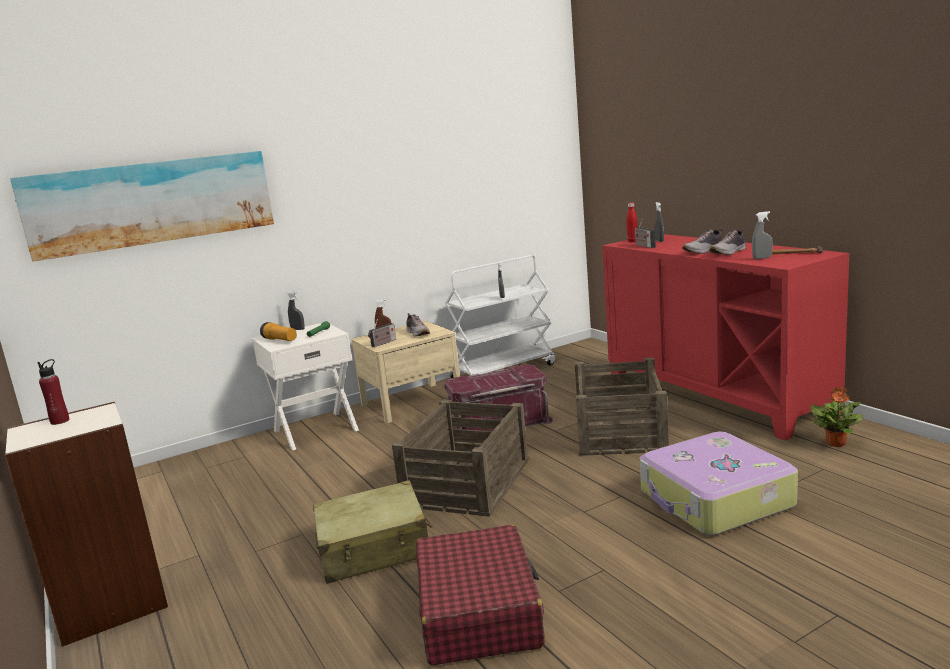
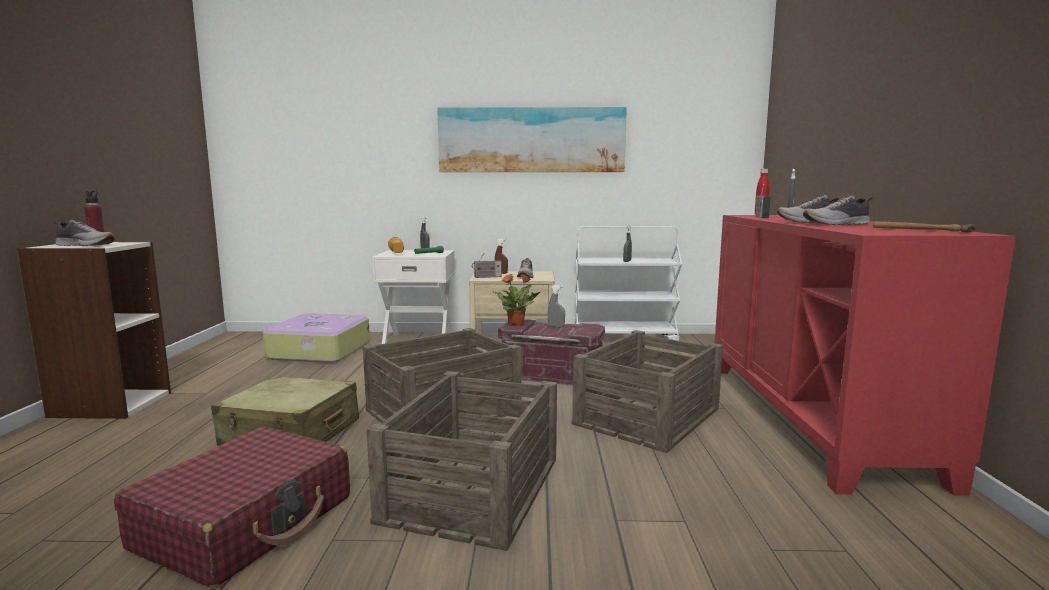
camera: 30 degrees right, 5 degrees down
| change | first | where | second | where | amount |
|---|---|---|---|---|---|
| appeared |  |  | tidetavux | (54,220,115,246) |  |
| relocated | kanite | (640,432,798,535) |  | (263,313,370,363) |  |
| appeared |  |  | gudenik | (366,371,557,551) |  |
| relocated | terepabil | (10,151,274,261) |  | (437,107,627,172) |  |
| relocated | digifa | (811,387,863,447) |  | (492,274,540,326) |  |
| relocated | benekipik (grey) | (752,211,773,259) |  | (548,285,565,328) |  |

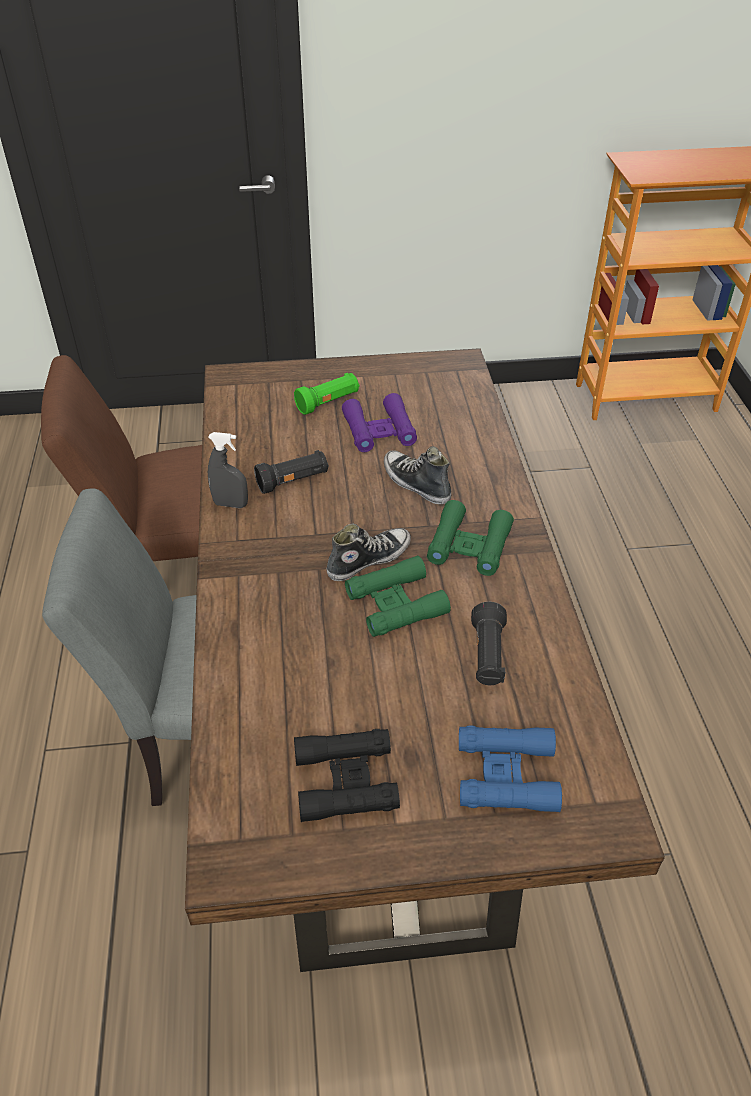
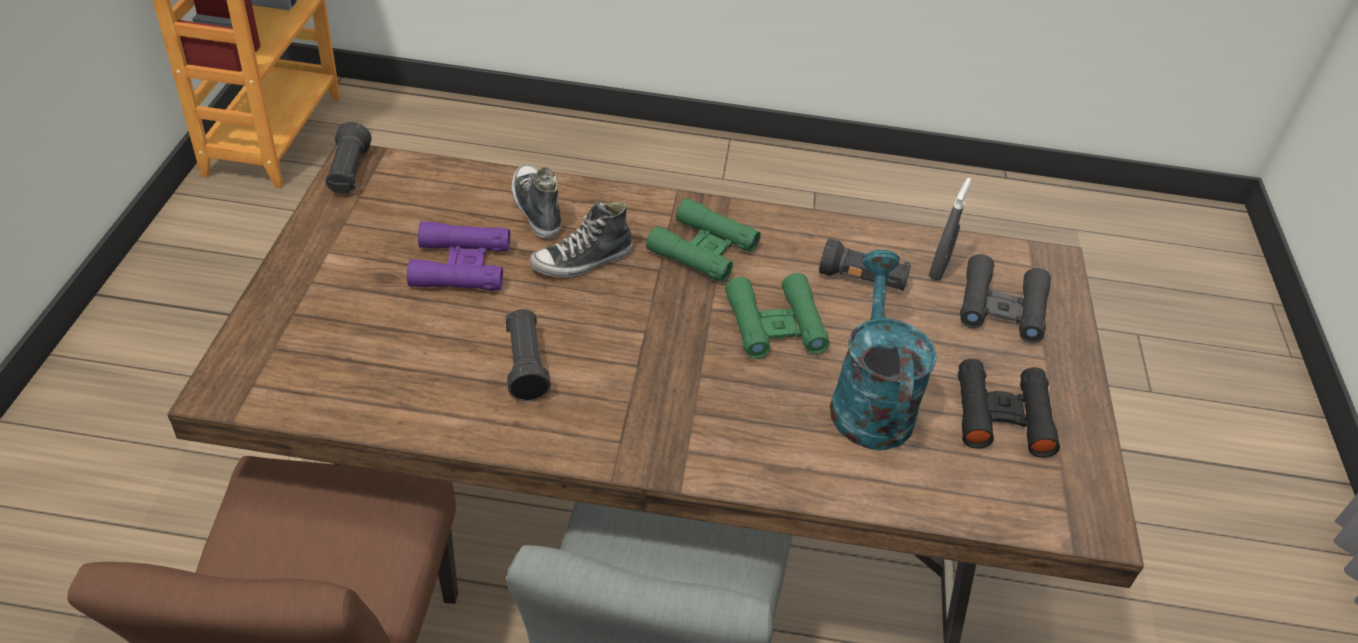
camera: 80 degrees left, 0 degrees up
| change | first | where | second | where | amount |
|---|---|---|---|---|---|
| appeared |  |  | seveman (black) | (326,122,371,194) |  |
| relocated | tidetavux | (326,523,411,581) |  | (512,164,561,239) |  |
| appeared |  |  | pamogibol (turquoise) | (830,250,937,450) |  |
| relocated | benekipik (grey) | (208,432,248,508) |  | (929,178,971,281) |  |
| colour | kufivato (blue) | (459,726,562,812) | kufivato (black) | (960,254,1051,343) |  |
| missing | seveman (green) | (294,373,359,415) |  |  |  |

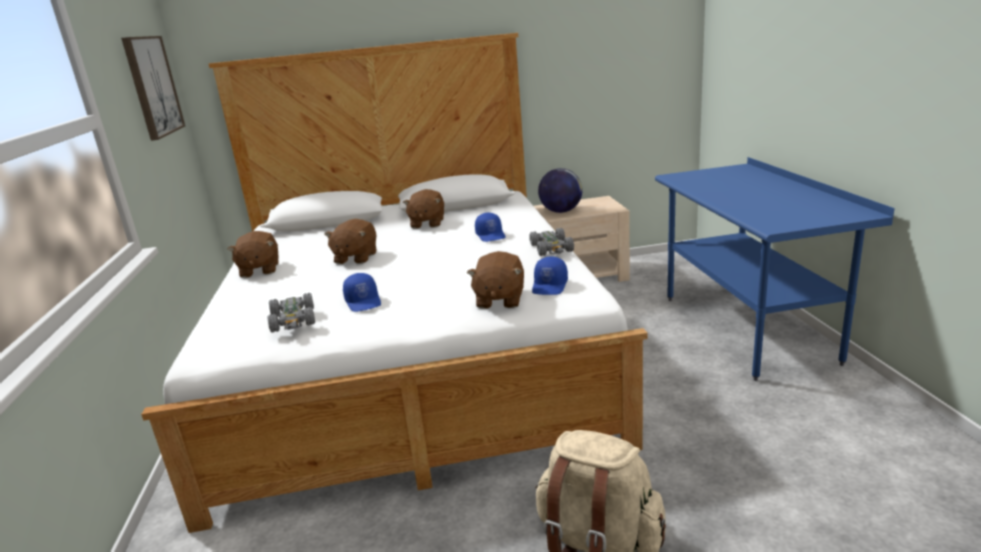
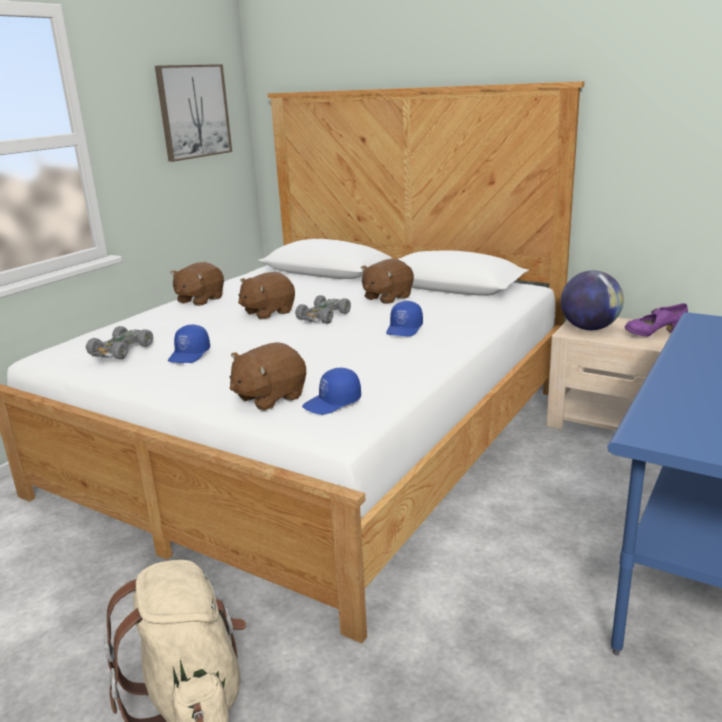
camera: 40 degrees right, 0 degrees up
| change | first | where | second | where | amount |
|---|---|---|---|---|---|
| relocated | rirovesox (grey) | (529,228,574,256) |  | (295,295,351,324) |  |
| appeared |  |  | tidetavux (purple) | (625,303,688,337) |  |

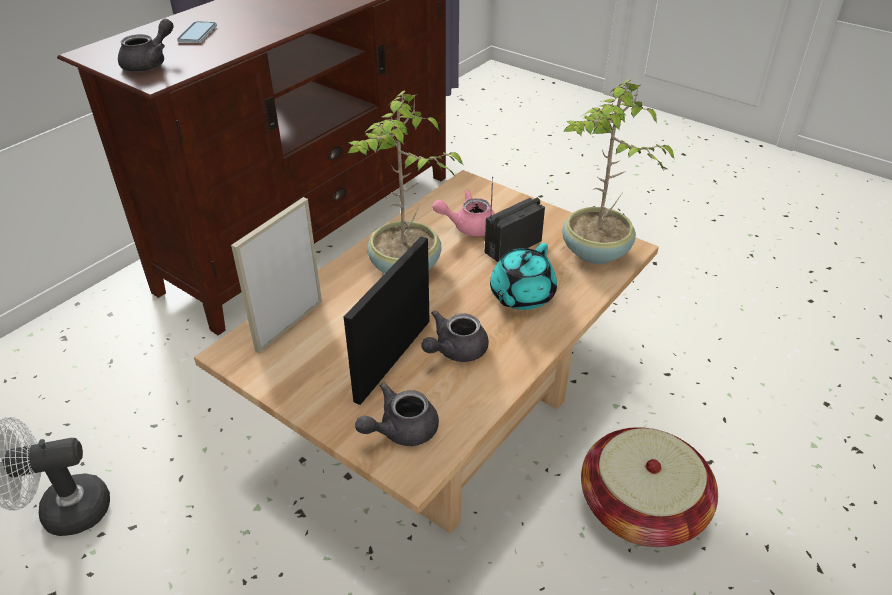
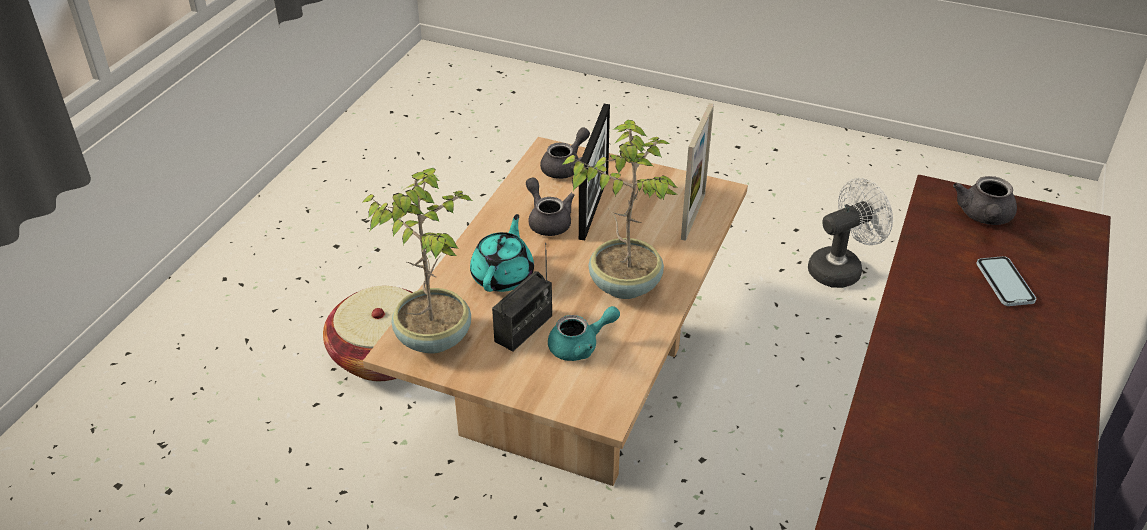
camera: 165 degrees right, 0 degrees up
| change | first | where | second | where | amount |
|---|---|---|---|---|---|
| spun | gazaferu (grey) | (421,310,489,362) |  | (526,178,574,236) | 60 degrees counterclockwise |
| colour | gazaferu (pink) | (432,190,495,236) | gazaferu (turquoise) | (548,306,620,361) |  |

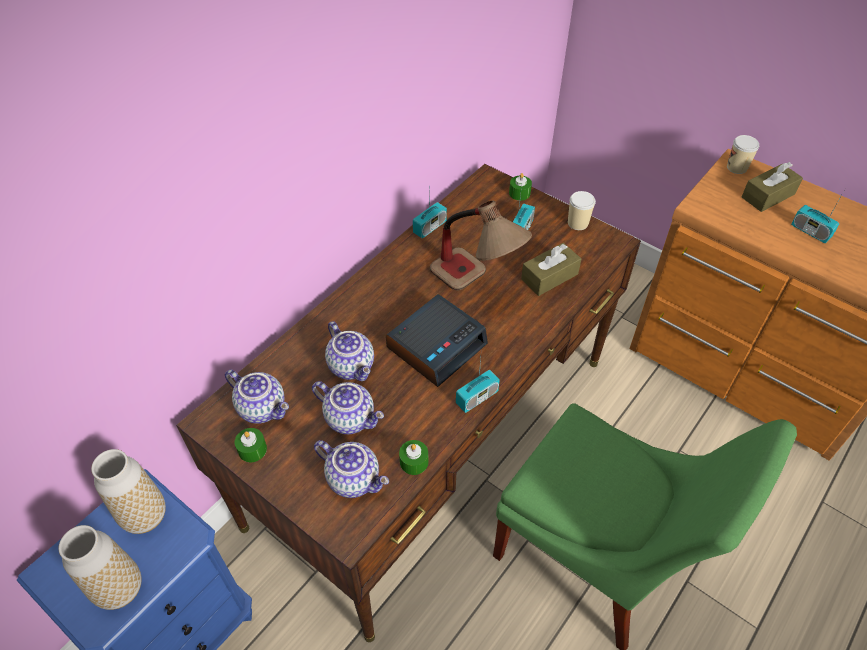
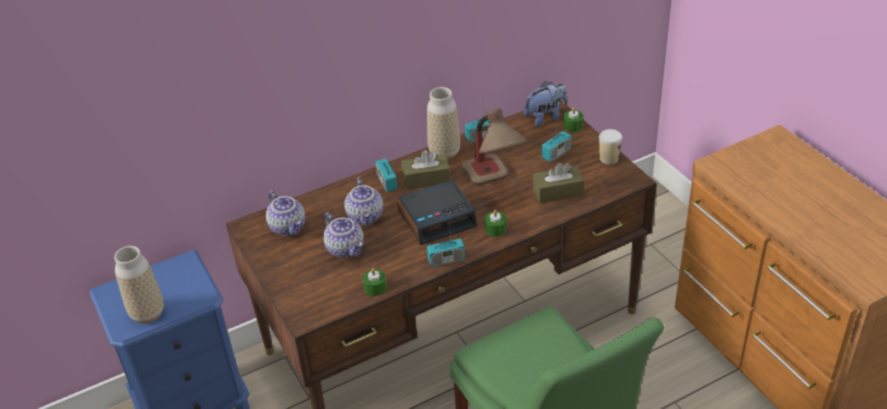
camera: 25 degrees right, 10 degrees down
| change | first | where | second | where | amount |
|---|---|---|---|---|---|
| relocated | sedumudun | (791,191,844,243) |  | (375,149,397,192) |  |
| relocated | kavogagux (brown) | (742,162,803,212) |  | (402,150,450,190) |  |
| relocated | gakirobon | (91,449,166,534) |  | (427,87,460,160) |  |
| relocated | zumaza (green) | (235,428,267,462) |  | (485,210,506,237) |  |
| appeared |  |  | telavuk | (524,81,568,127) |  |
| missing | gazaferu | (314,440,389,498) |  |  |  |
| missing | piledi | (727,135,759,174) |  |  |  |

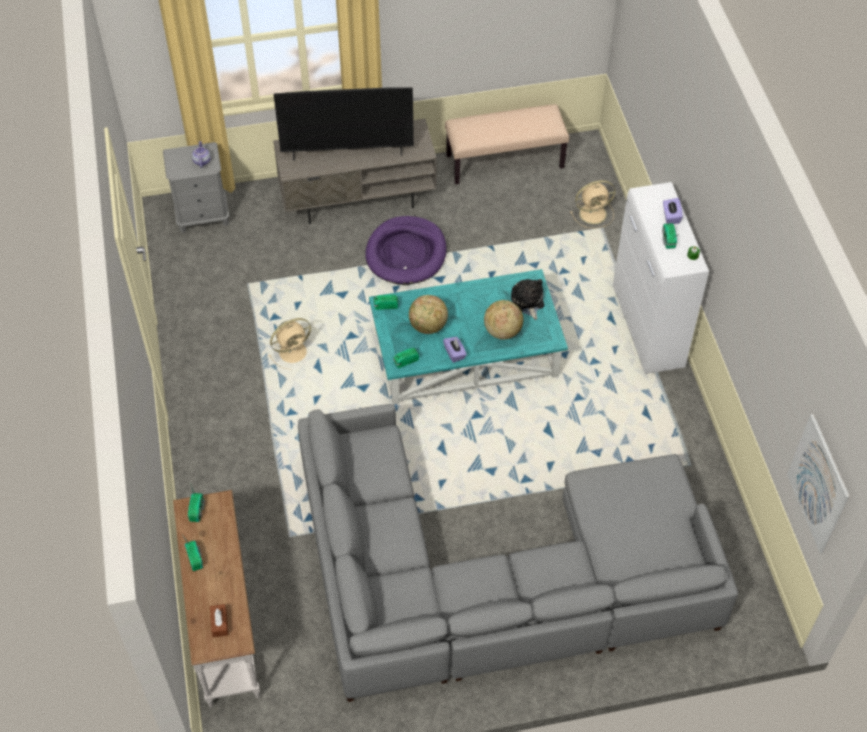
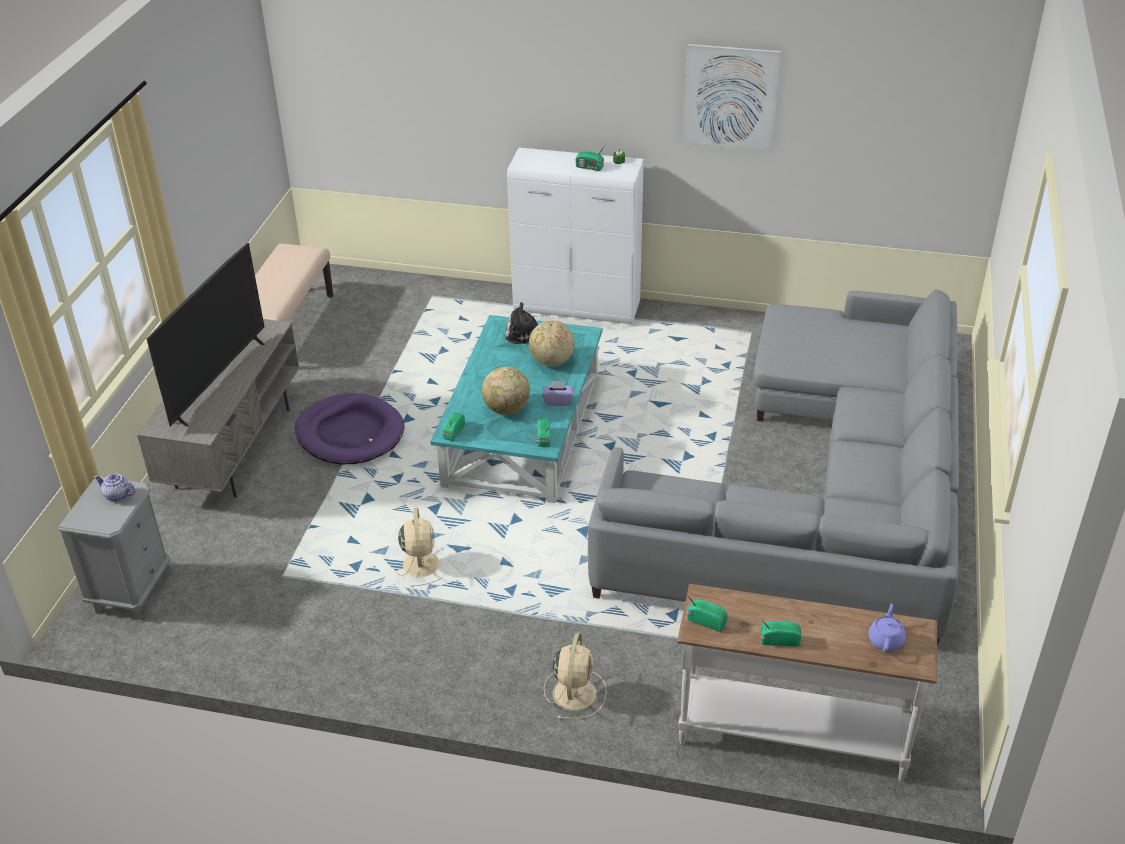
camera: 65 degrees left, 15 degrees down
| change | first | where | second | where | amount |
|---|---|---|---|---|---|
| relocated | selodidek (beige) | (570,180,616,229) |  | (544,633,607,719) |  |
| relocated | terepabil | (787,414,850,554) |  | (683,44,781,151) |  |
| exchanged | kavogagux (brown) | (210,604,228,637) | gazaferu (purple) | (868,603,906,652) |  |
| missing | kavogagux (purple) | (663,198,683,224) |  |  |  |

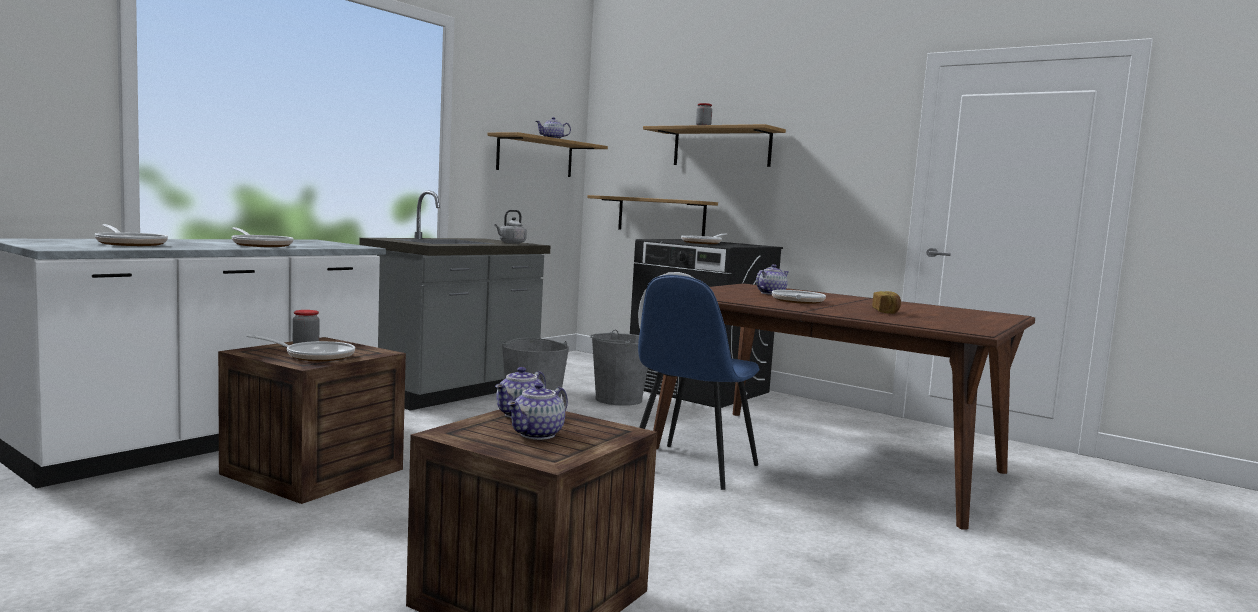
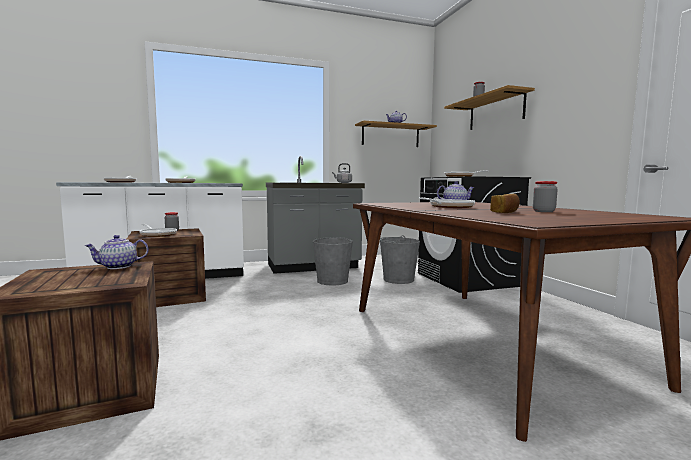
camera: 35 degrees right, 0 degrees up
| change | first | where | second | where | amount |
|---|---|---|---|---|---|
| appeared |  |  | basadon | (533,181,558,212) |  |
| missing | gazaferu | (507,383,568,440) |  |  |  |
| missing | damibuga | (587,195,718,236) |  |  |  |
| missing | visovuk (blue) | (638,275,759,490) |  |  |  |

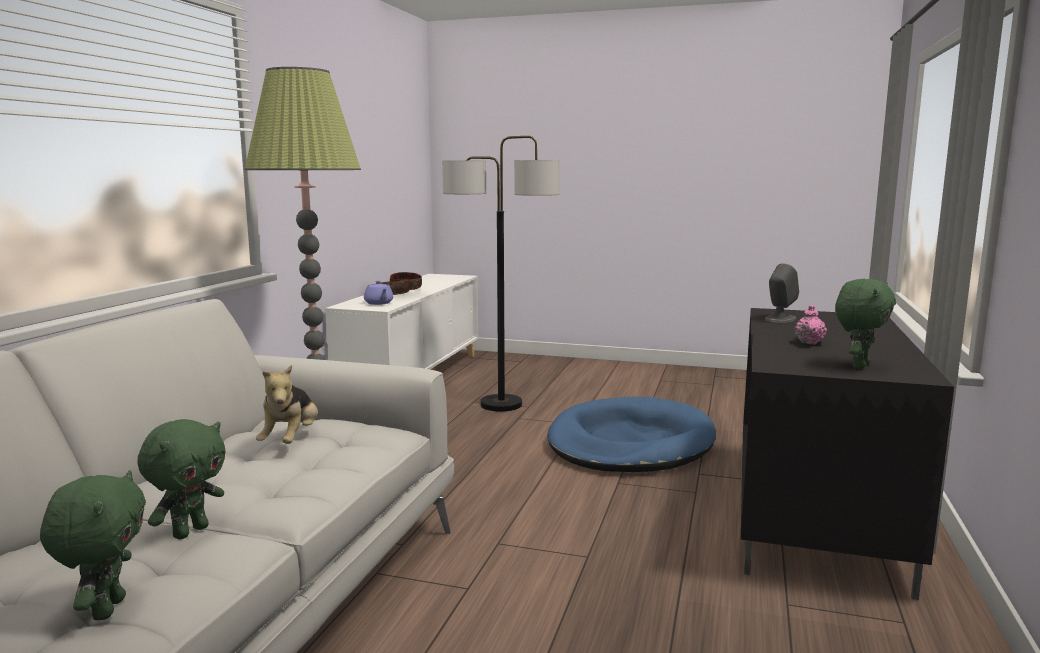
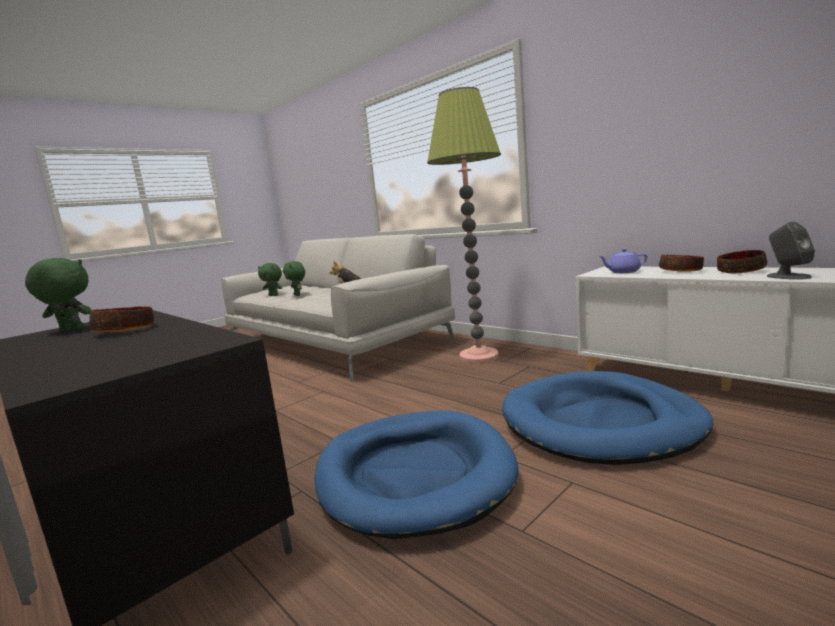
camera: 120 degrees right, 0 degrees up
| change | first | where | second | where | amount |
|---|---|---|---|---|---|
| spun | telavuk (green) | (835,279,896,369) |  | (25,258,91,331) | 120 degrees clockwise |
| exchanged | gazaferu (pink) | (794,305,827,345) | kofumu | (89,306,154,332) |  |
| exchanged | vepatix | (442,136,560,412) | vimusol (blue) | (502,371,713,465) |  |
| relocated | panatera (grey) | (765,264,799,323) |  | (767,222,815,280) |  |

